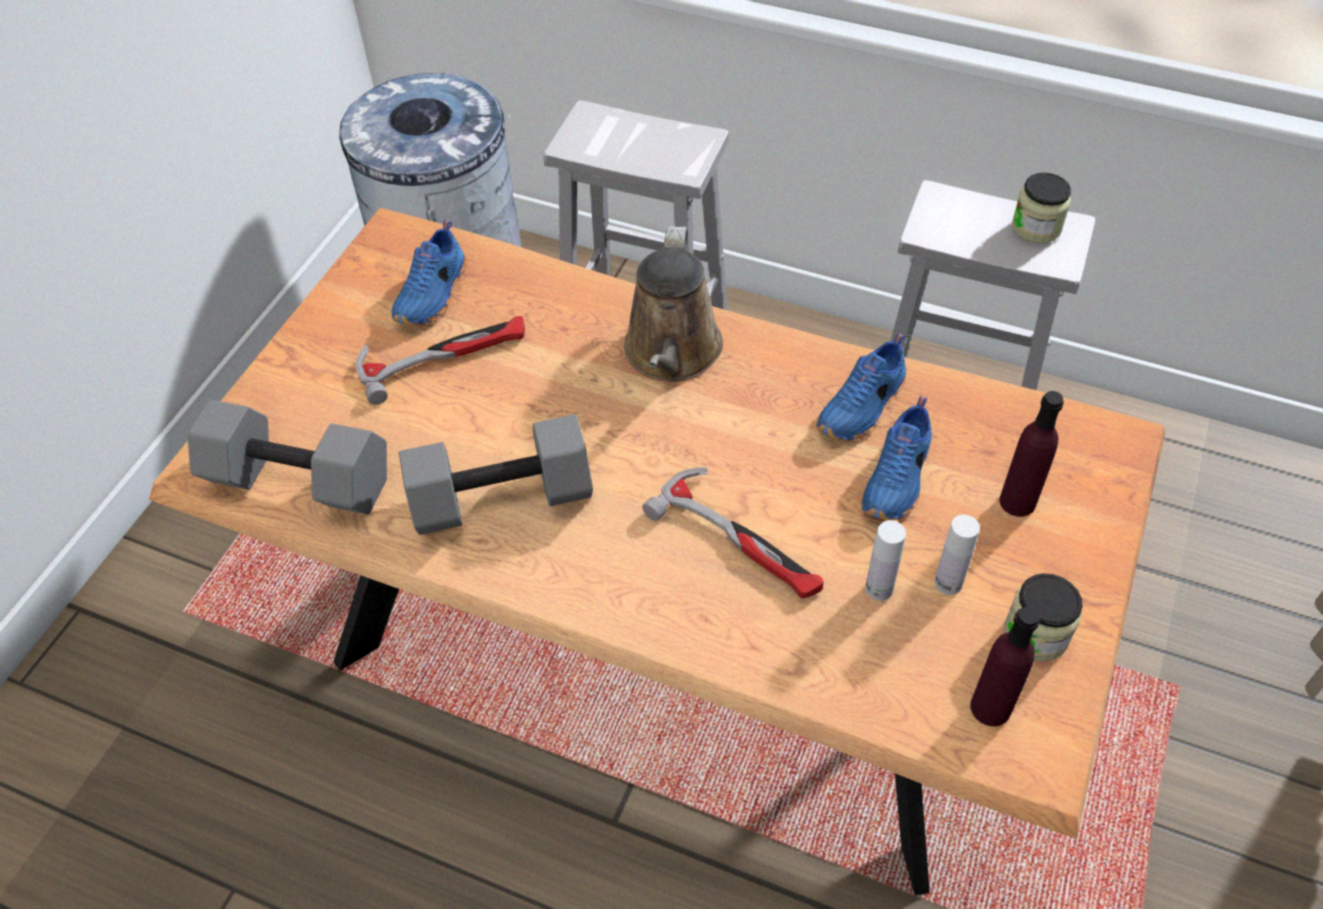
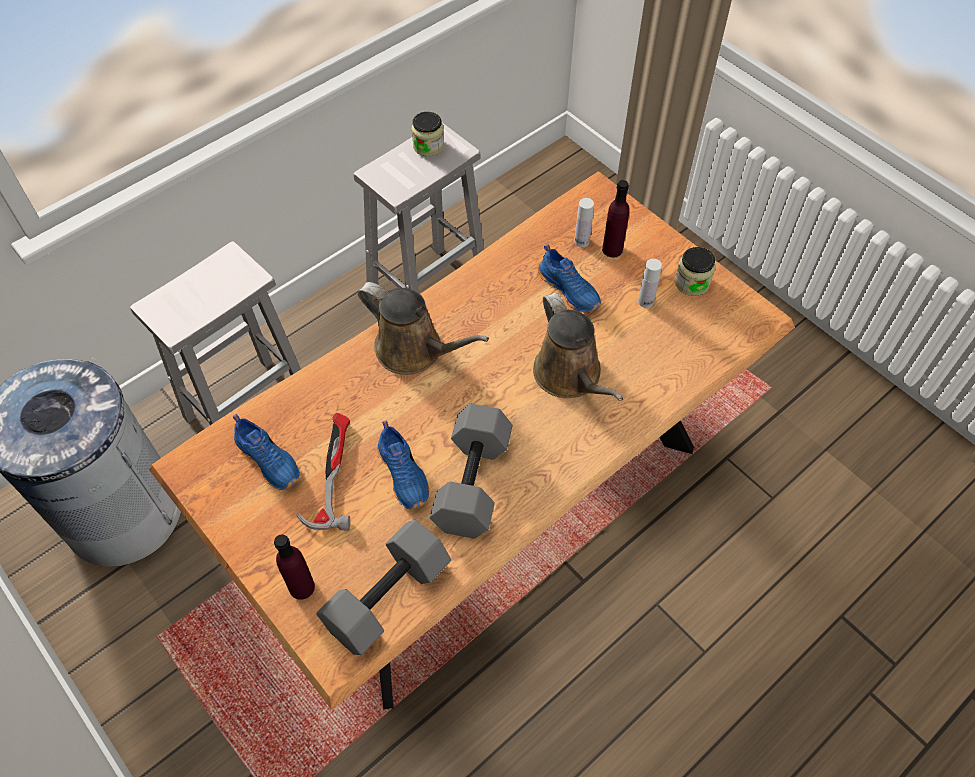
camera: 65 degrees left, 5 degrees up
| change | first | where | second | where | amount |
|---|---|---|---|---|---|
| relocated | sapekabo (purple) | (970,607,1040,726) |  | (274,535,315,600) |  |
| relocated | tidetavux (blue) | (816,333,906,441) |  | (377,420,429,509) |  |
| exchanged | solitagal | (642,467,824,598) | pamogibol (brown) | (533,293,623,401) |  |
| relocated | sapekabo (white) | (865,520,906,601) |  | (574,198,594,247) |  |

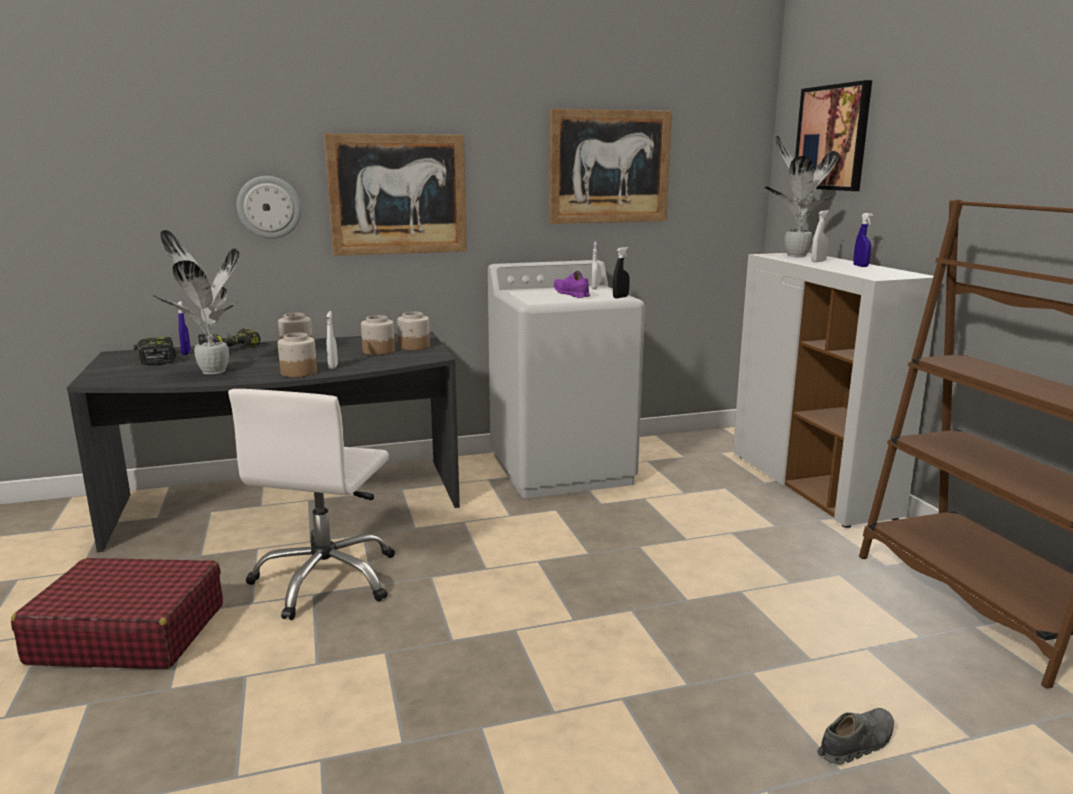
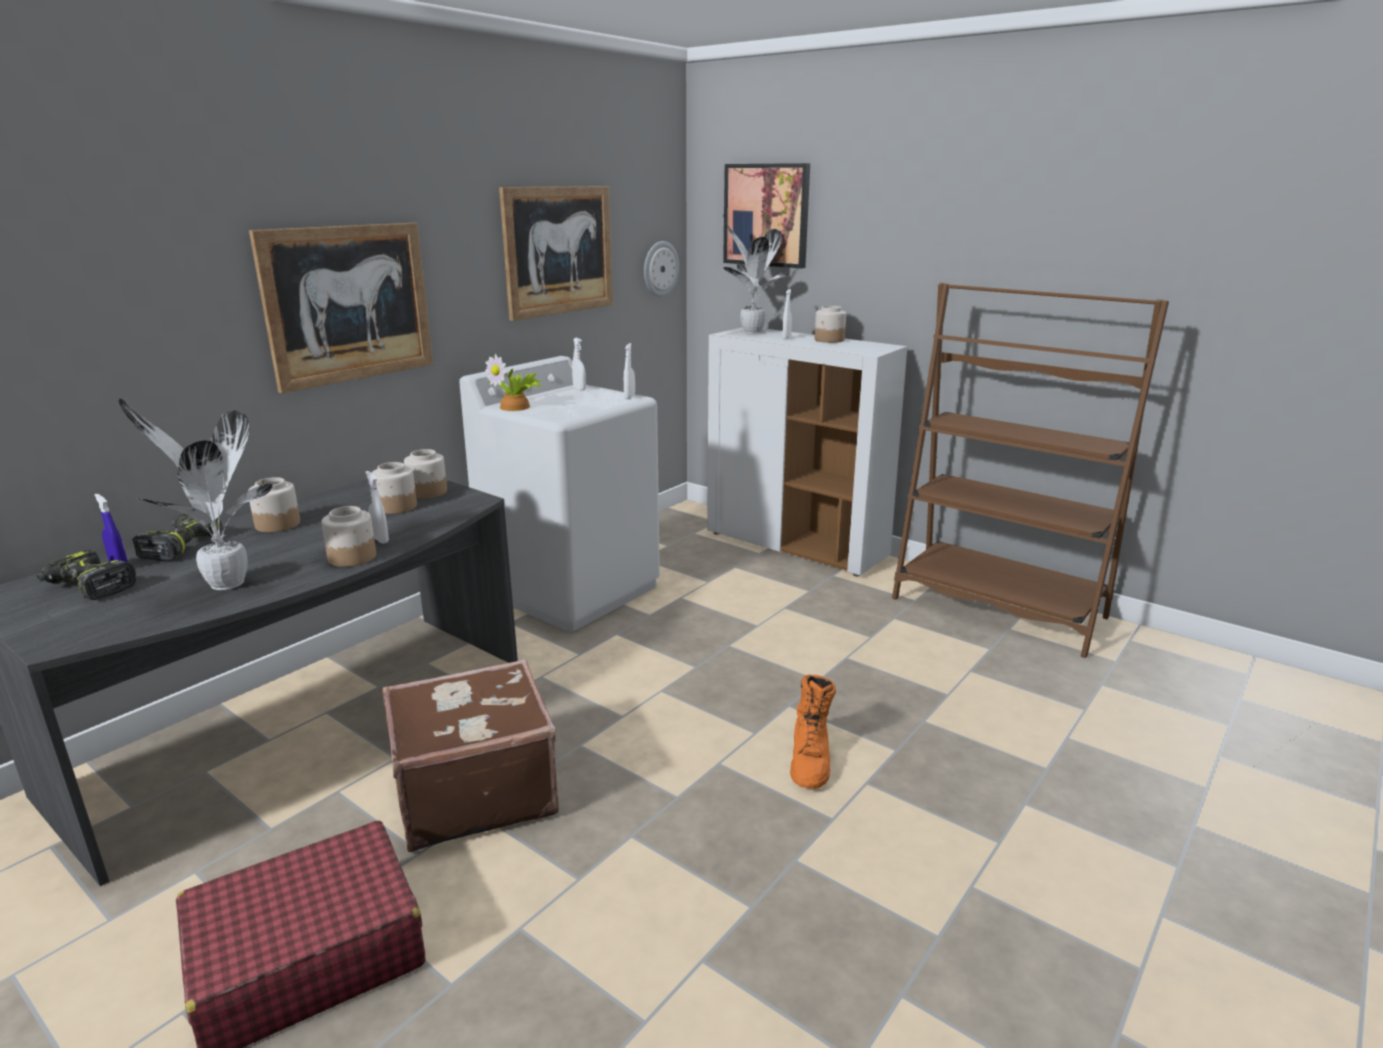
camera: 35 degrees left, 5 degrees up
| change | first | where | second | where | amount |
|---|---|---|---|---|---|
| exchanged | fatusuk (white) | (228,389,395,620) | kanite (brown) | (382,659,559,852) |  |
| appeared |  |  | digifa | (485,354,541,411) |  |
| colour | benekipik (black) | (613,247,630,298) | benekipik (white) | (624,343,635,399) |  |
| relocated | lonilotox | (237,176,301,239) |  | (644,241,679,297) |  |
| appeared |  |  | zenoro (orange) | (790,675,836,789) |  |
| exchanged | benekipik (blue) | (853,213,873,267) | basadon | (815,306,846,343) |  |
| missing | tidetavux (purple) | (554,271,590,298) |  |  |  |
| missing | tidetavux (grey) | (817,708,894,764) |  |  |  |

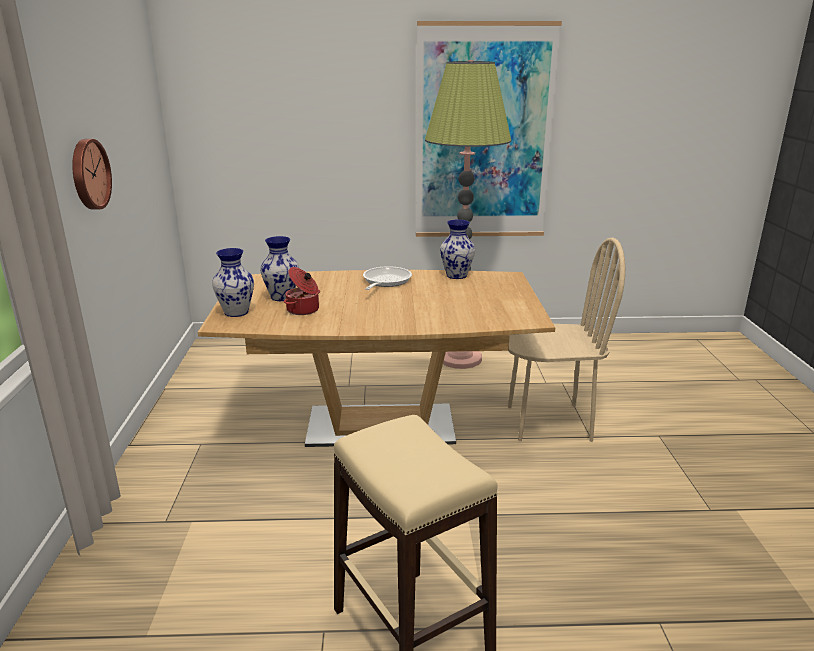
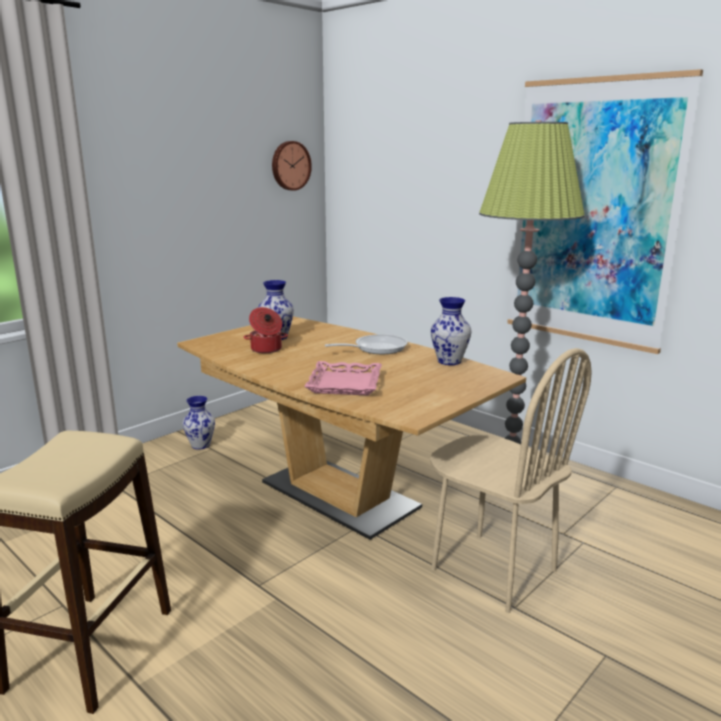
camera: 45 degrees right, 5 degrees down
| change | first | where | second | where | amount |
|---|---|---|---|---|---|
| relocated | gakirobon | (212,248,254,317) |  | (182,396,215,449) |  |
| relocated | lonilotox | (72,139,112,209) |  | (272,141,312,191) |  |
| appeared |  |  | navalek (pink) | (304,361,382,395) |  |

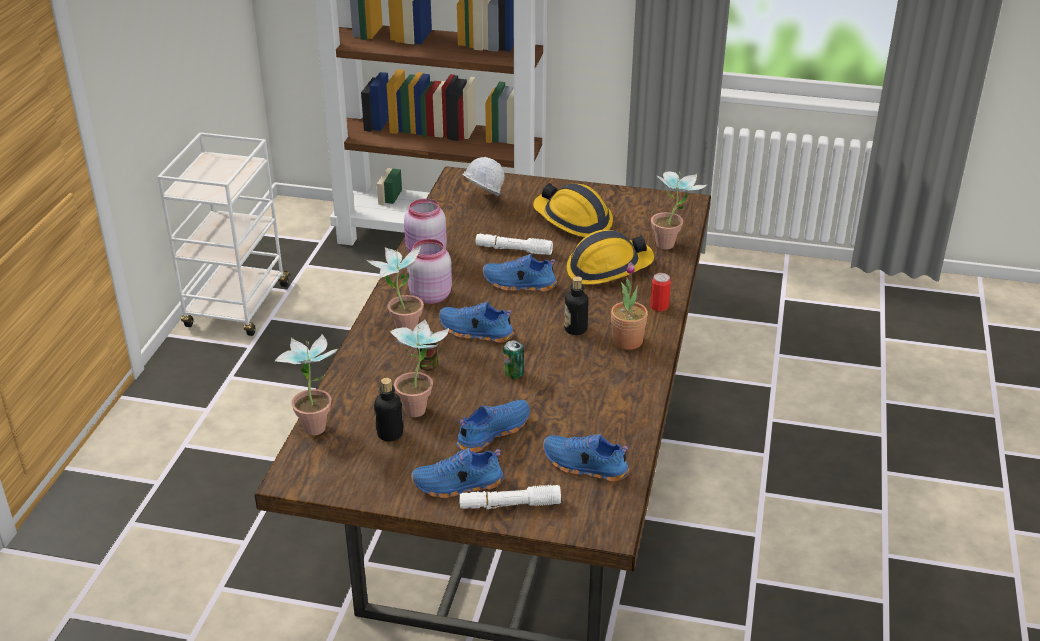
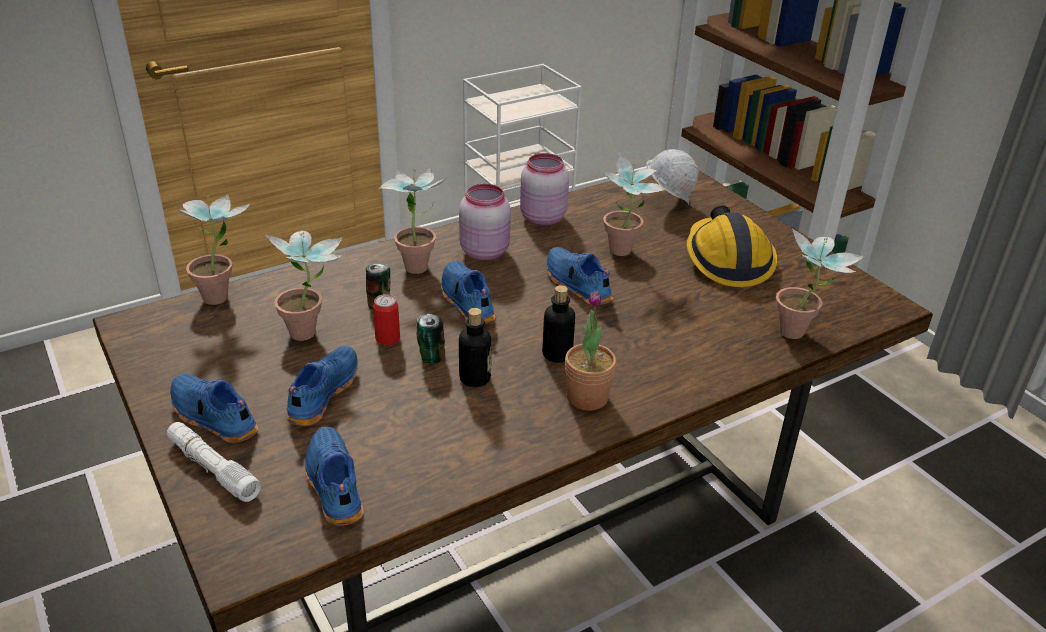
camera: 45 degrees right, 0 degrees up
| change | first | where | second | where | amount |
|---|---|---|---|---|---|
| spun | tidetavux (blue) | (457,400,530,453) |  | (287,346,358,426) | 75 degrees counterclockwise |
| relocated | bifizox | (650,273,671,311) |  | (373,294,400,345) |  |
| relocated | sapekabo | (374,378,404,441) |  | (459,308,491,387) |  |
| exchanged | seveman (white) | (476,234,553,255) | digifa | (603,151,666,256) |  |
| missing | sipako | (567,230,654,285) |  |  |  |

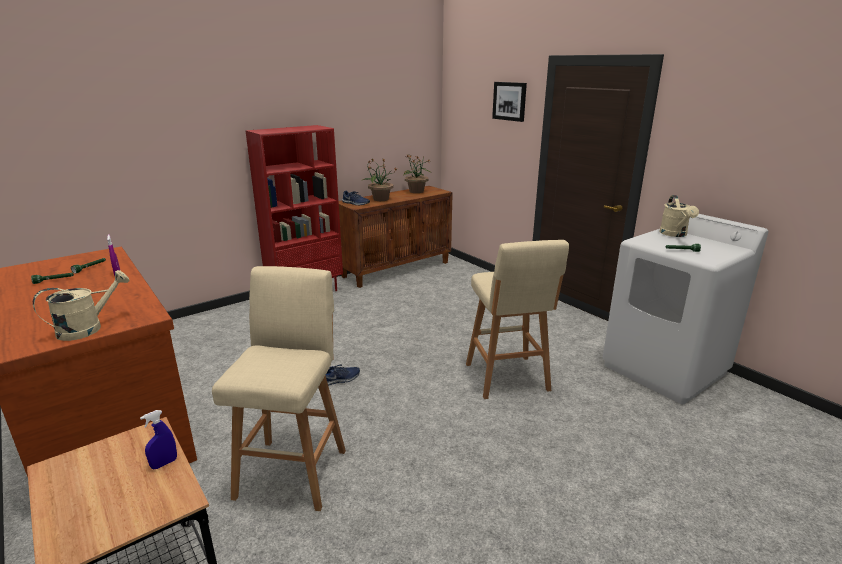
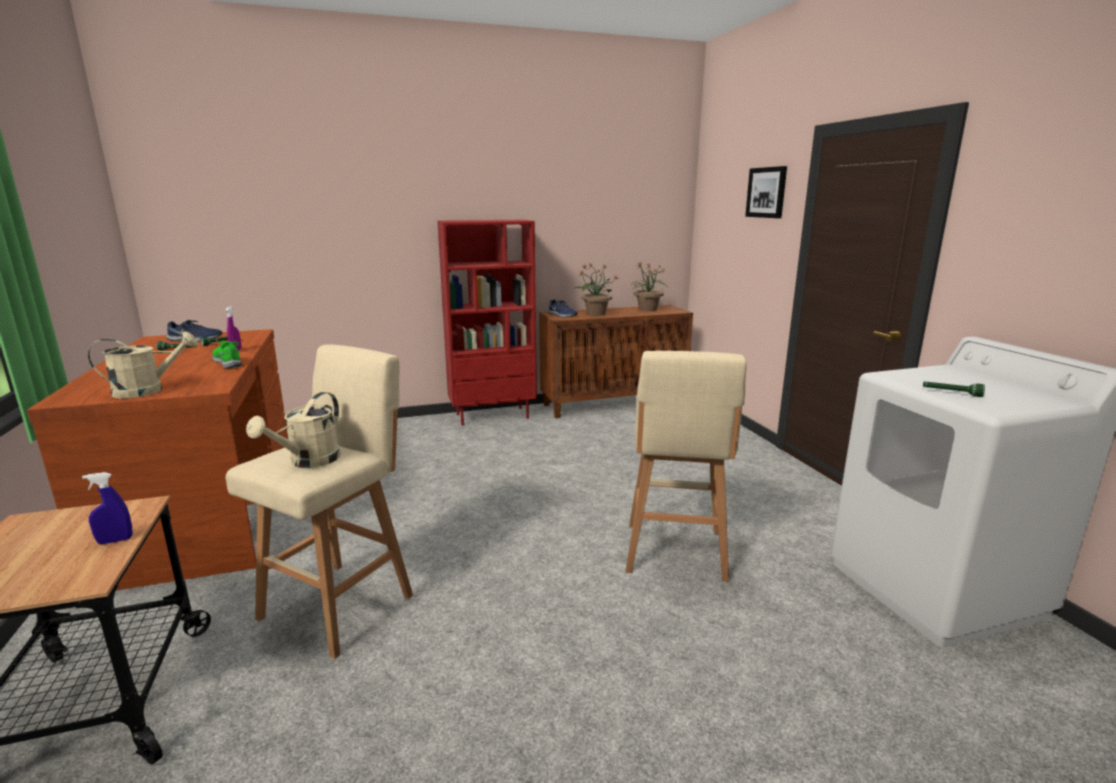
camera: 20 degrees right, 5 degrees down
| change | first | where | second | where | amount |
|---|---|---|---|---|---|
| relocated | tidetavux (blue) | (326,364,360,386) |  | (166,320,222,342) |  |
| appeared |  |  | tidetavux (green) | (212,340,242,369) |  |
| relocated | pamogibol (beige) | (659,195,699,237) |  | (246,392,340,468) |  |

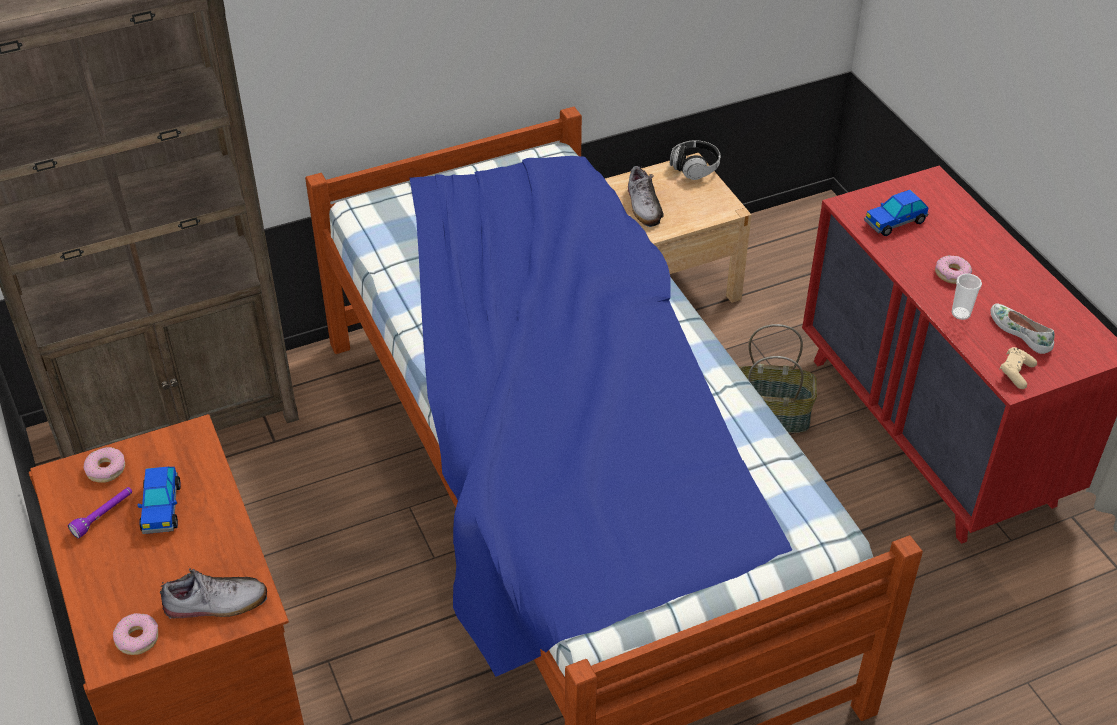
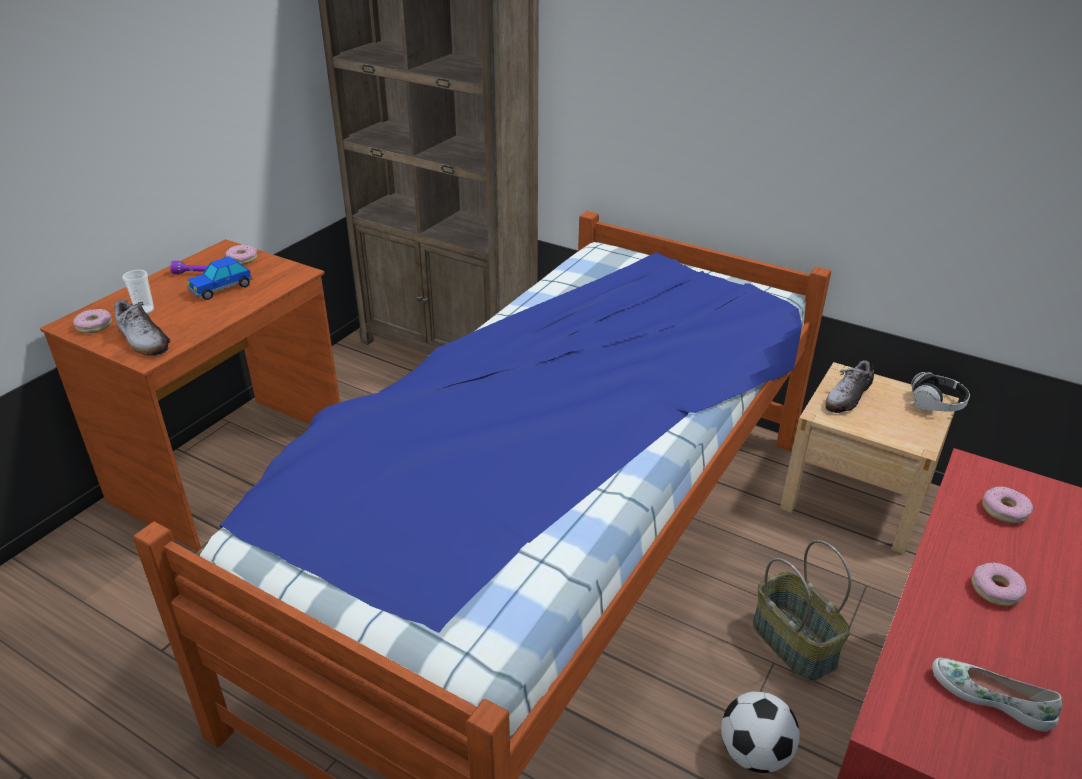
camera: 55 degrees right, 10 degrees down
| change | first | where | second | where | amount |
|---|---|---|---|---|---|
| relocated | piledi | (952,274,982,320) |  | (122,269,154,314) |  |
| appeared |  |  | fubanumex | (721,691,800,773) |  |
| spun | tidetavux (white) | (990,303,1055,354) |  | (932,658,1063,732) | 75 degrees counterclockwise |
| exchanged | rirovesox | (864,190,929,236) | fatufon | (982,487,1033,523) |  |
| missing | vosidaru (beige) | (999,347,1037,389) |  |  |  |

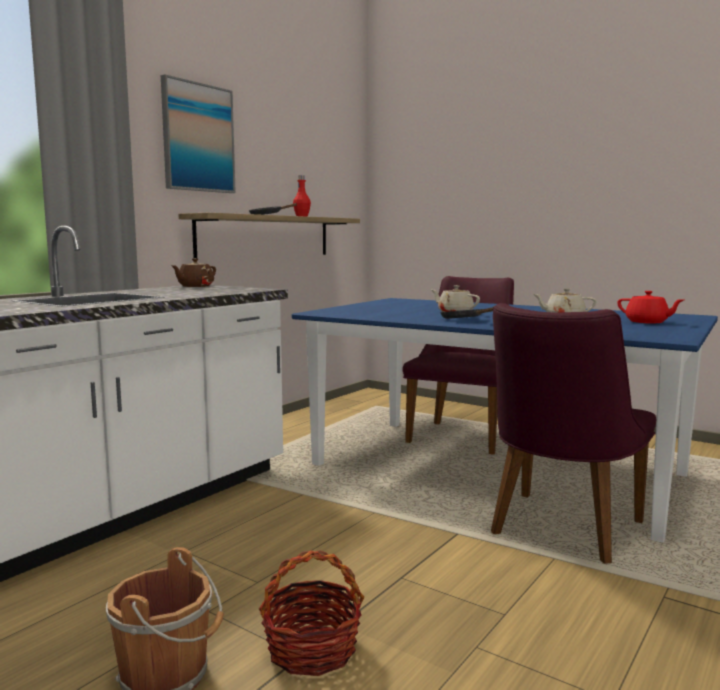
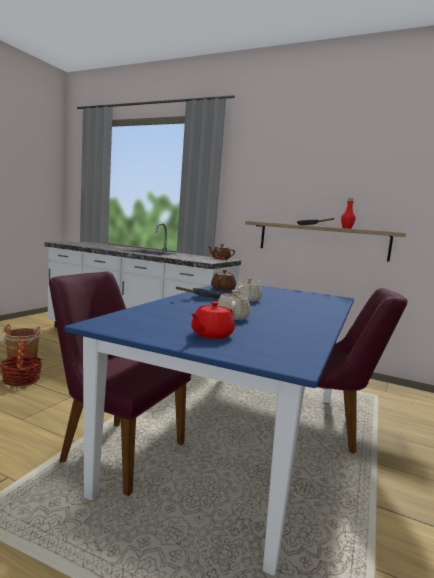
camera: 80 degrees right, 0 degrees up
| change | first | where | second | where | amount |
|---|---|---|---|---|---|
| appeared |  |  | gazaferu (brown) | (211,270,236,291) |  |
| missing | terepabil | (161,74,236,193) |  |  |  |

